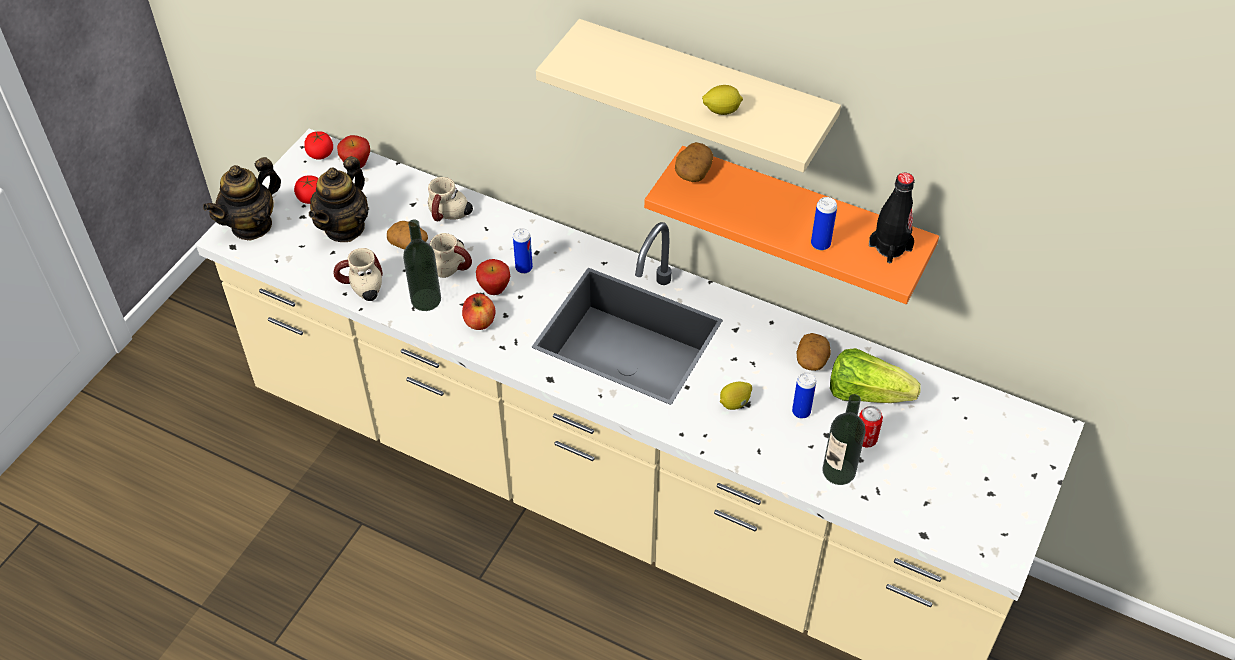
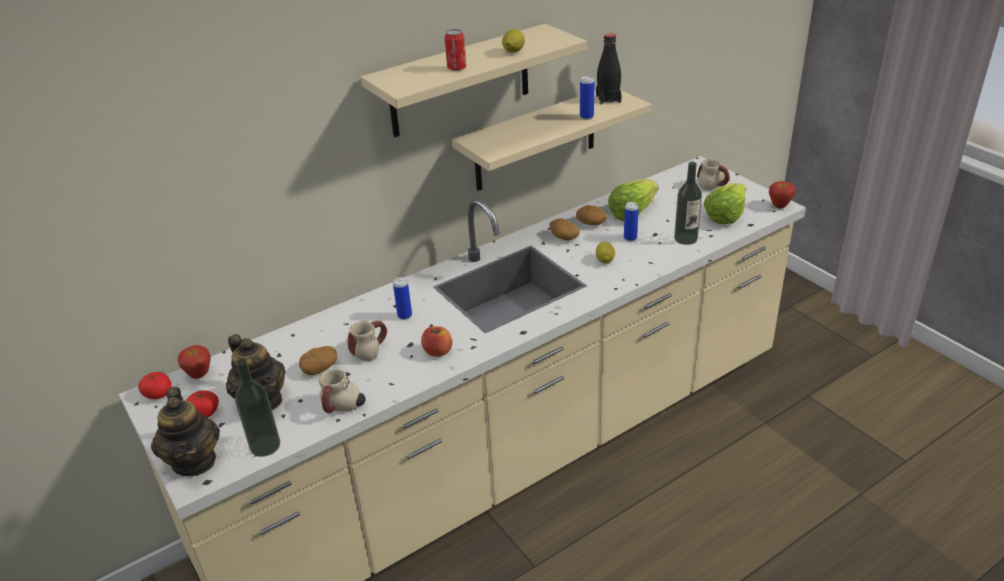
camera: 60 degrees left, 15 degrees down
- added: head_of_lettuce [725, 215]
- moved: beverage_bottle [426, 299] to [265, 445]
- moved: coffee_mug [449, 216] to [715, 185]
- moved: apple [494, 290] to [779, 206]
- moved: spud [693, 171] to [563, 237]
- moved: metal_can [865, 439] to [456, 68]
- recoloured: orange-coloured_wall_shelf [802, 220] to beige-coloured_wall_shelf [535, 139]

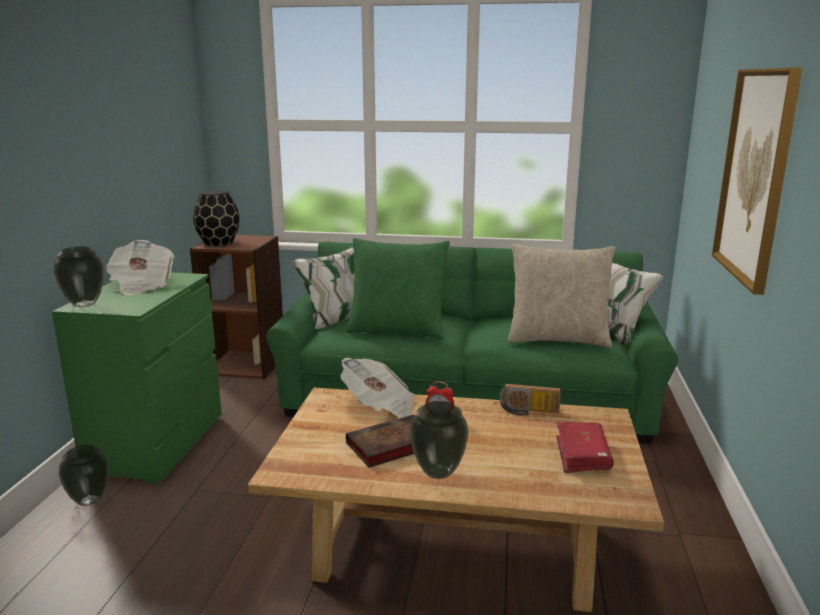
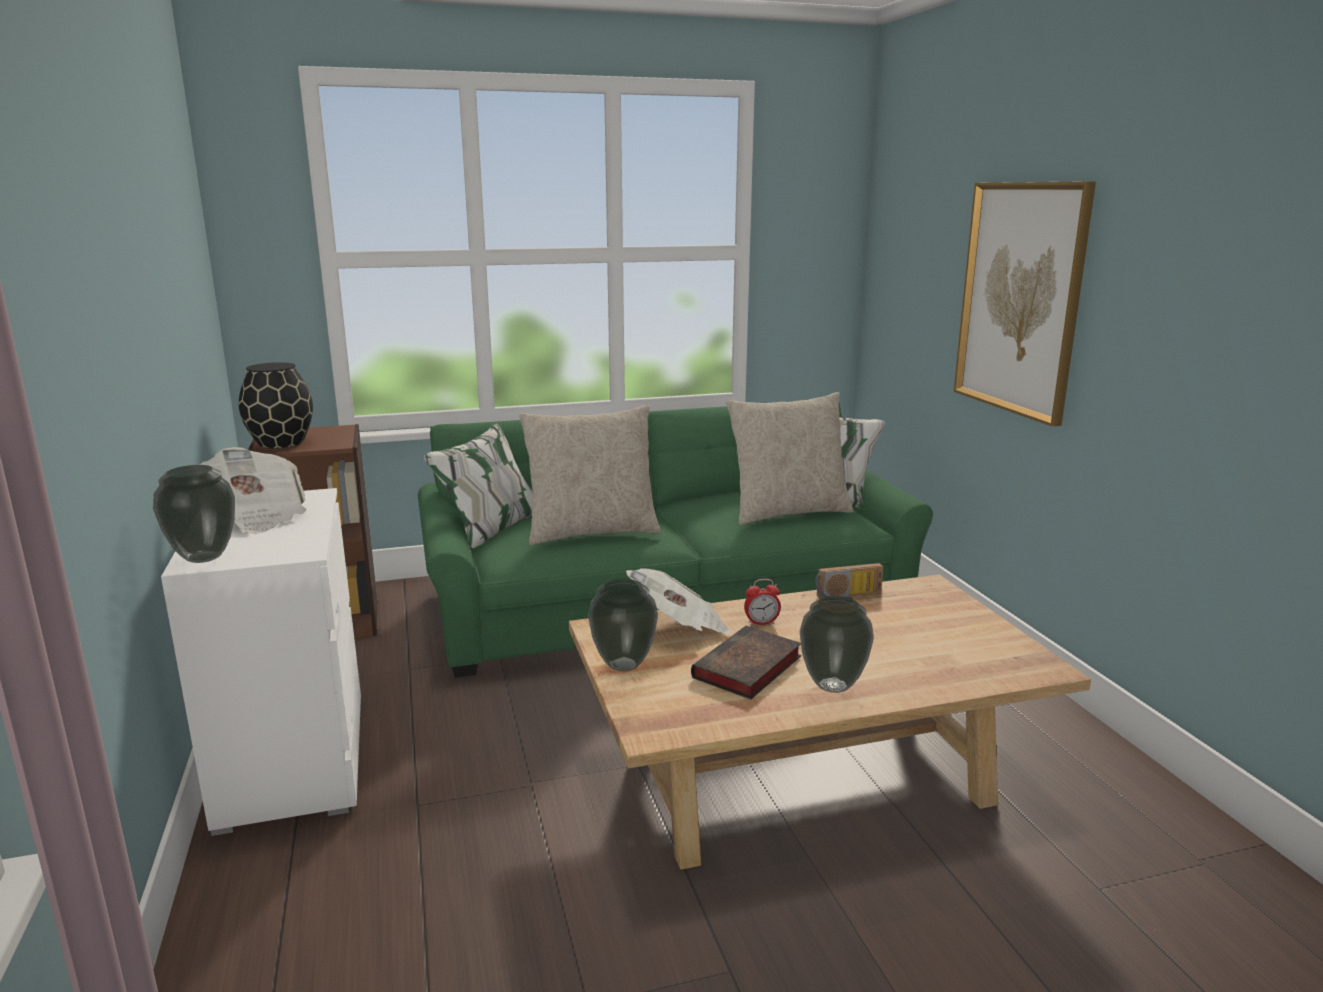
camera: 25 degrees left, 0 degrees up
- removed: red_book [582, 455]
- moved: flower_vase [89, 500] to [622, 664]
- recoloured: green_chest_of_drawers [157, 444] to white-coloured_chest_of_drawers [294, 759]
- recoloured: green_pillow [397, 330] to beige-coloured_pillow [592, 531]

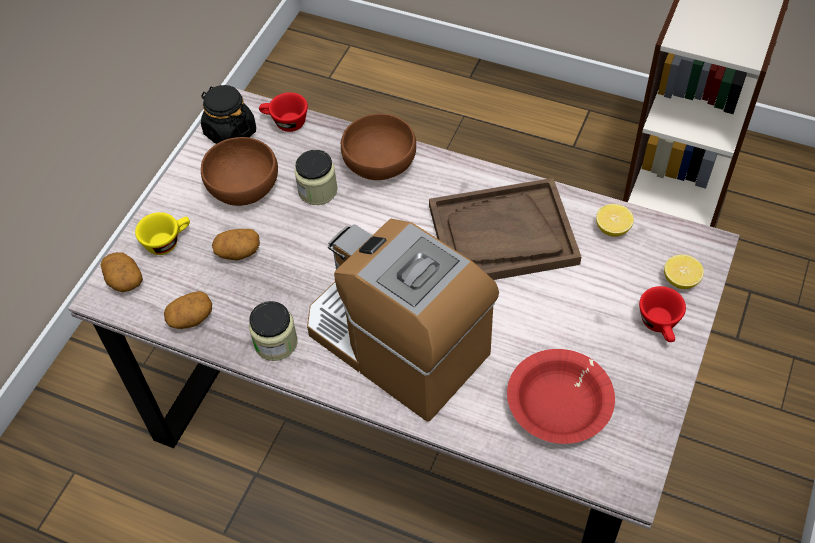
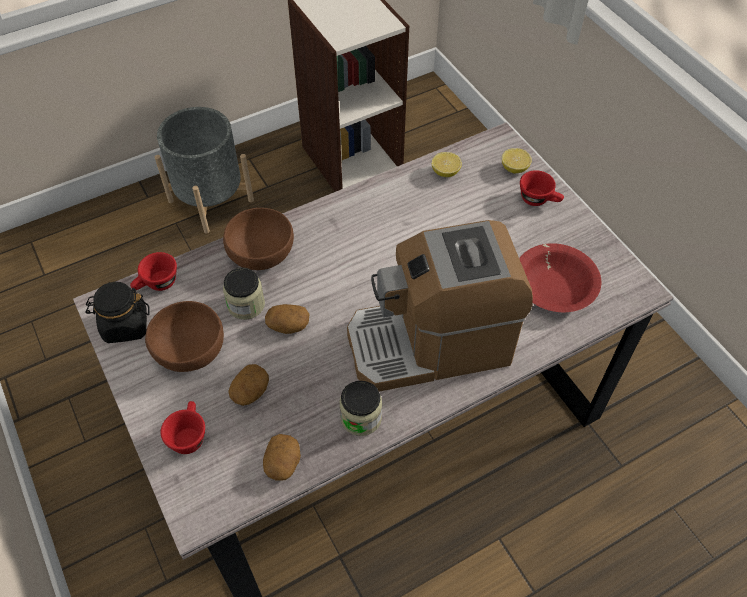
camera: 55 degrees left, 0 degrees up
- removed: brown-coloured_tray [502, 235]
- added: greyish_flower_pot [211, 200]
- moved: spud [123, 279] to [288, 325]
- recoloured: yellow-coloured_drinking_cup [167, 241] to red_drinking_cup [188, 435]

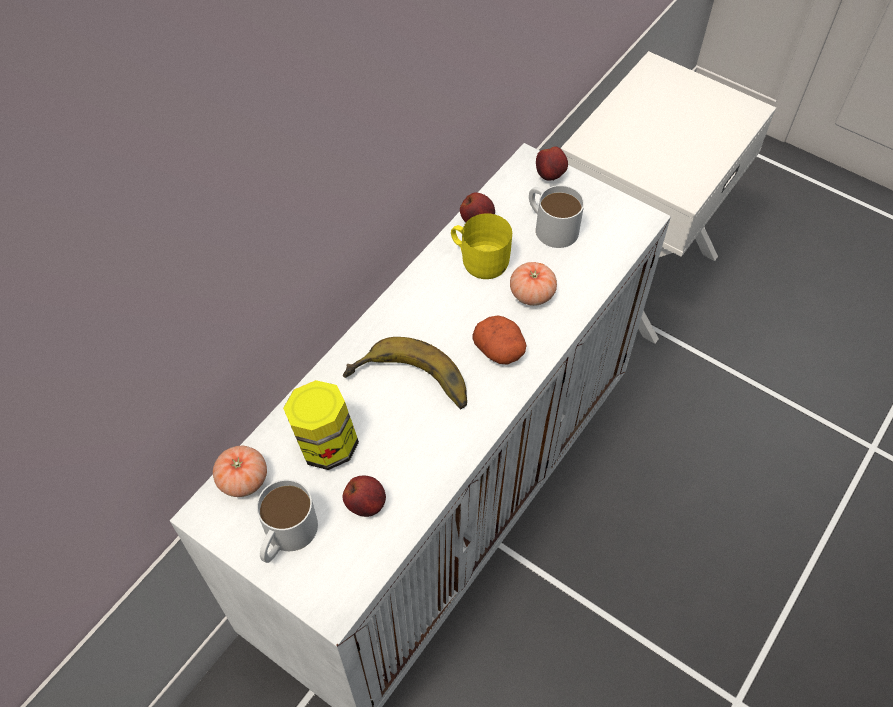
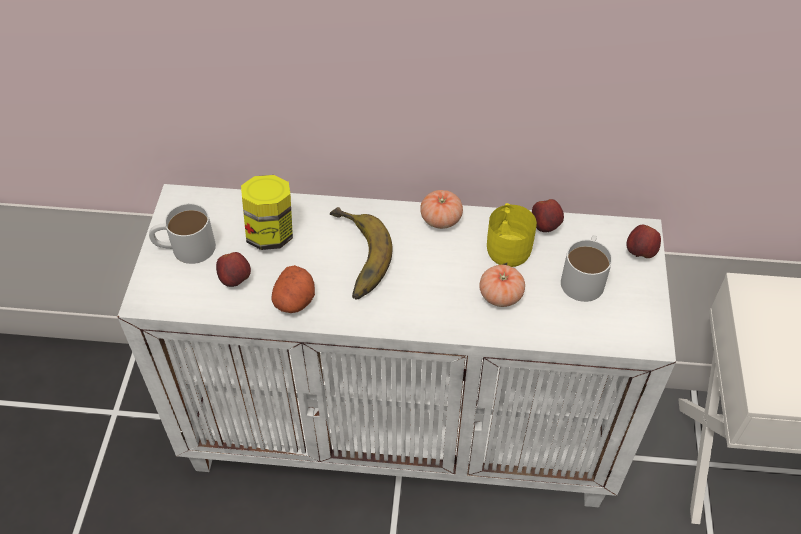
camera: 60 degrees right, 5 degrees down
- moved: tomato [243, 479] to [441, 219]
- moved: spud [500, 349] to [295, 300]

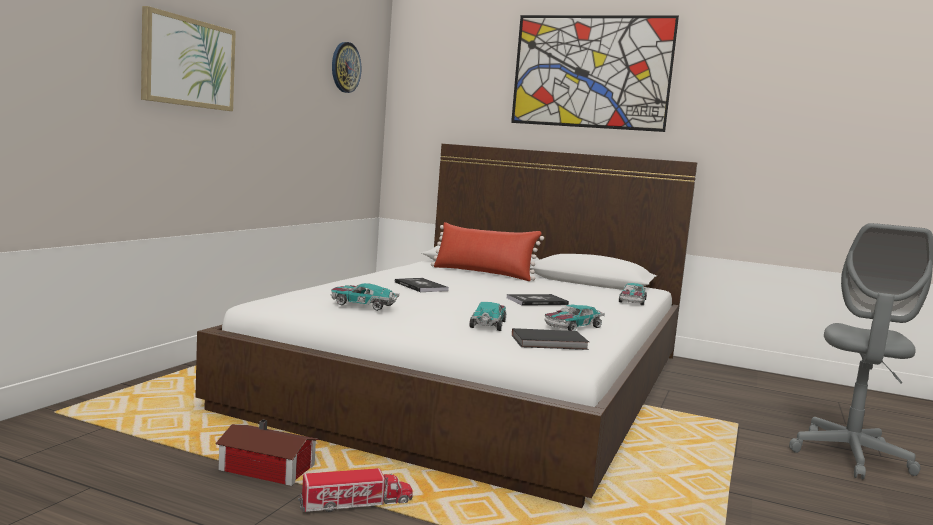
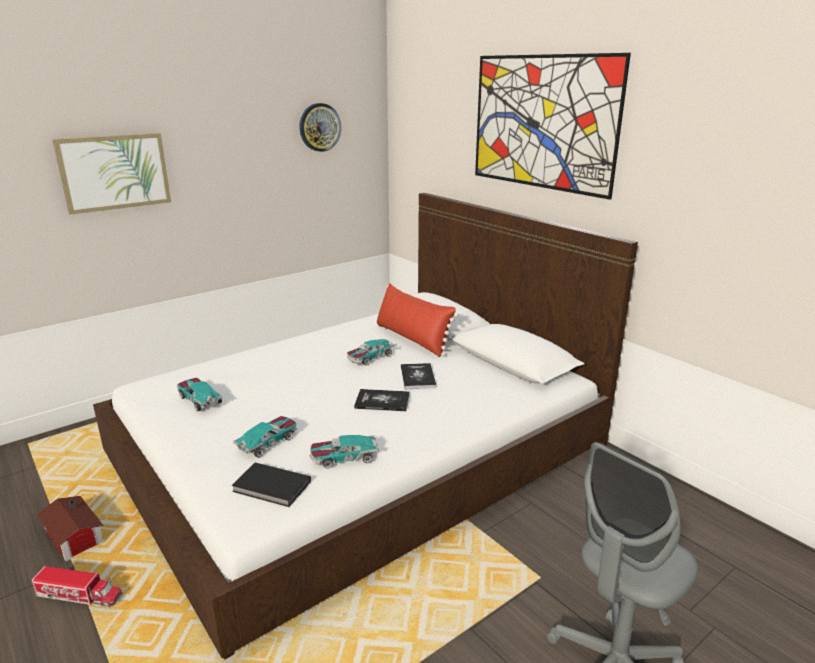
camera: 30 degrees right, 15 degrees up
- moved: book [421, 286] to [417, 377]
- moved: model_car [632, 301] to [370, 357]

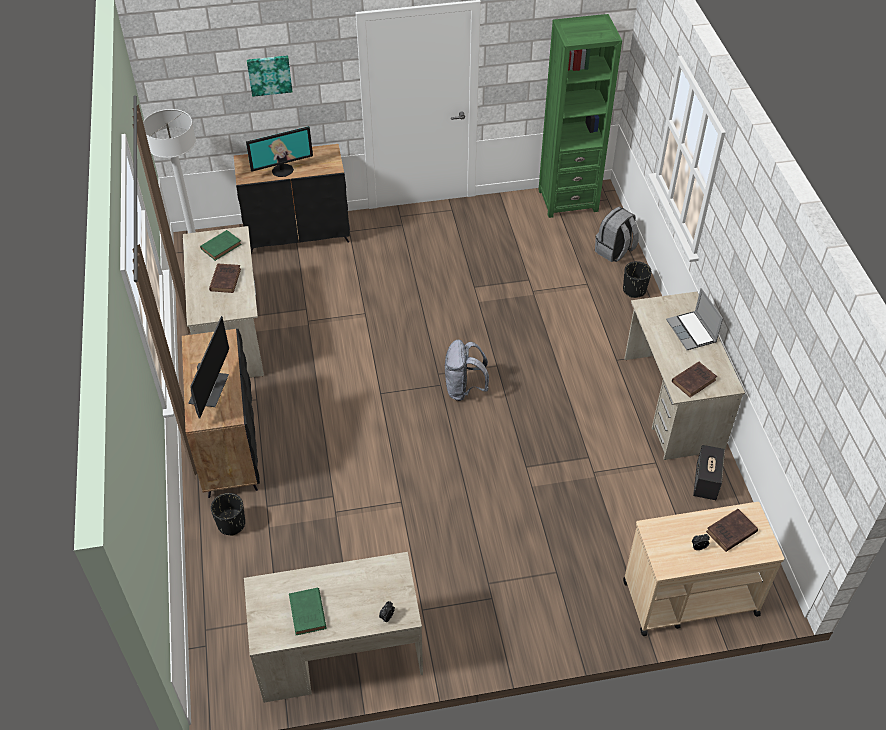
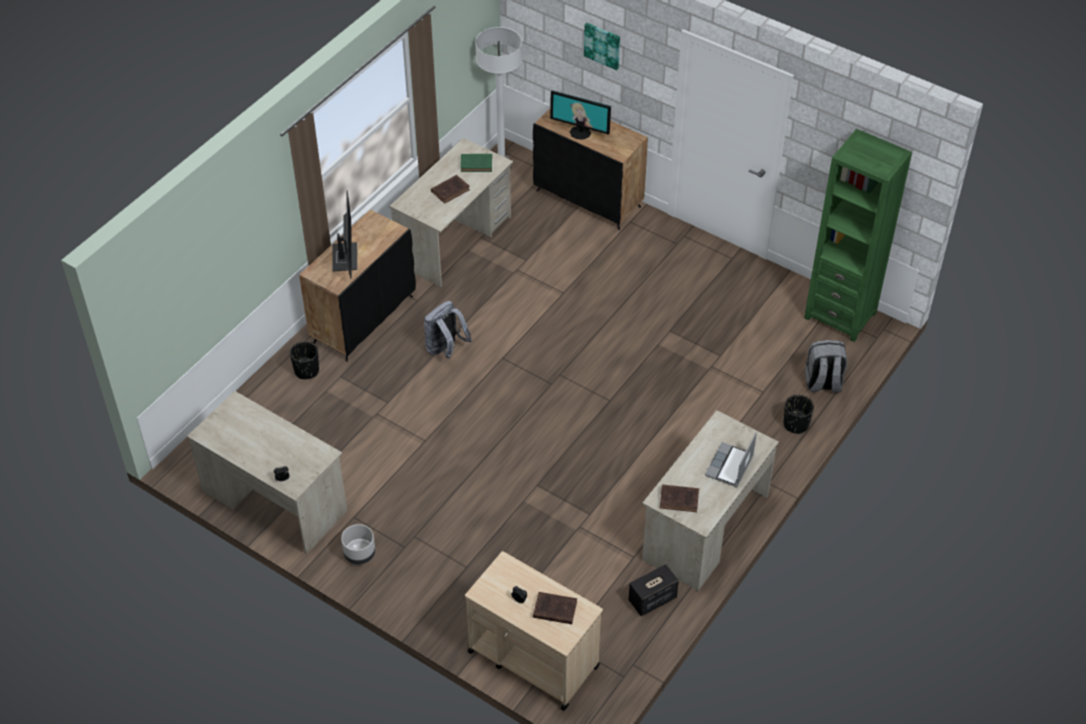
camera: 45 degrees right, 0 degrees up
- removed: green_book [308, 614]
- added: greyish_flower_pot [359, 554]
- moved: greyish_knapsack [464, 389] to [445, 349]
- turned: computer_screen [209, 389] = [344, 257] 60 degrees counterclockwise

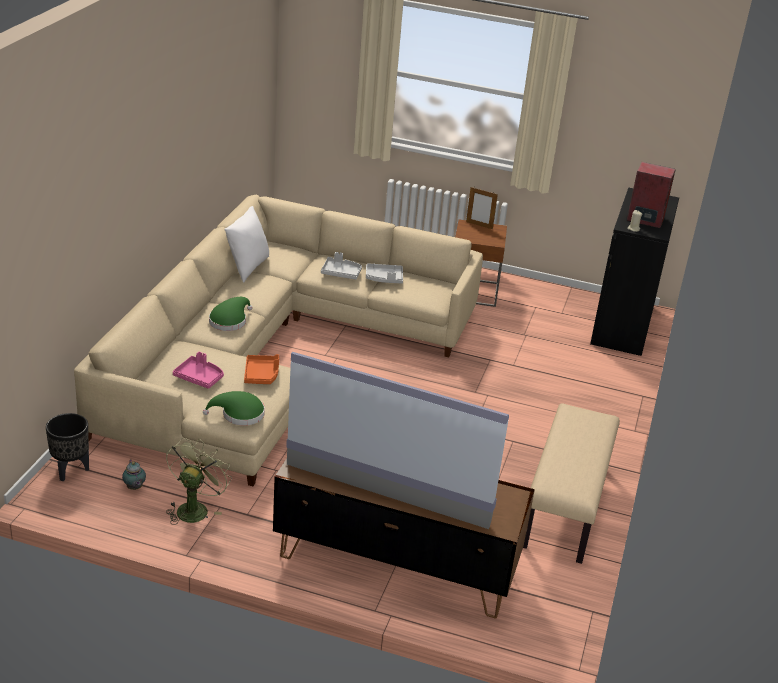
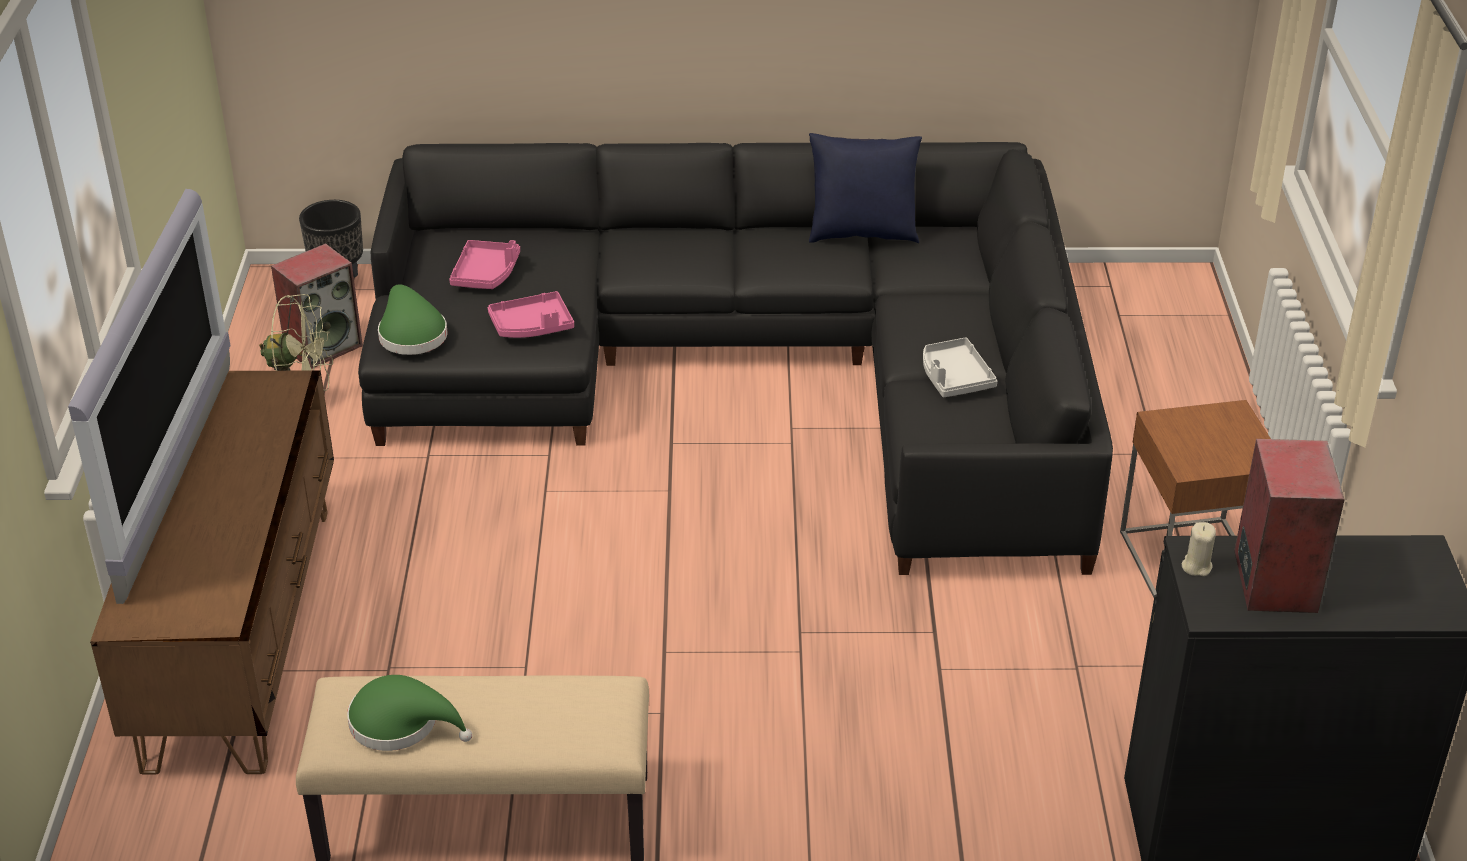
camera: 75 degrees right, 5 degrees up
- removed: greyish_tray [341, 273]
- removed: picture_frame [479, 225]
- moved: green_clothing_hat [229, 321] to [401, 723]
- replaced: teapot [134, 488] to speaker [324, 346]
- recoloured: beige-coloured_couch [270, 352] to black-coloured_couch [755, 370]
- recoloured: white-coloured_pillow [247, 268] to bluish_pillow [862, 234]
- recoloured: orange-coloured_tray [261, 375] to pinkish_tray [532, 326]

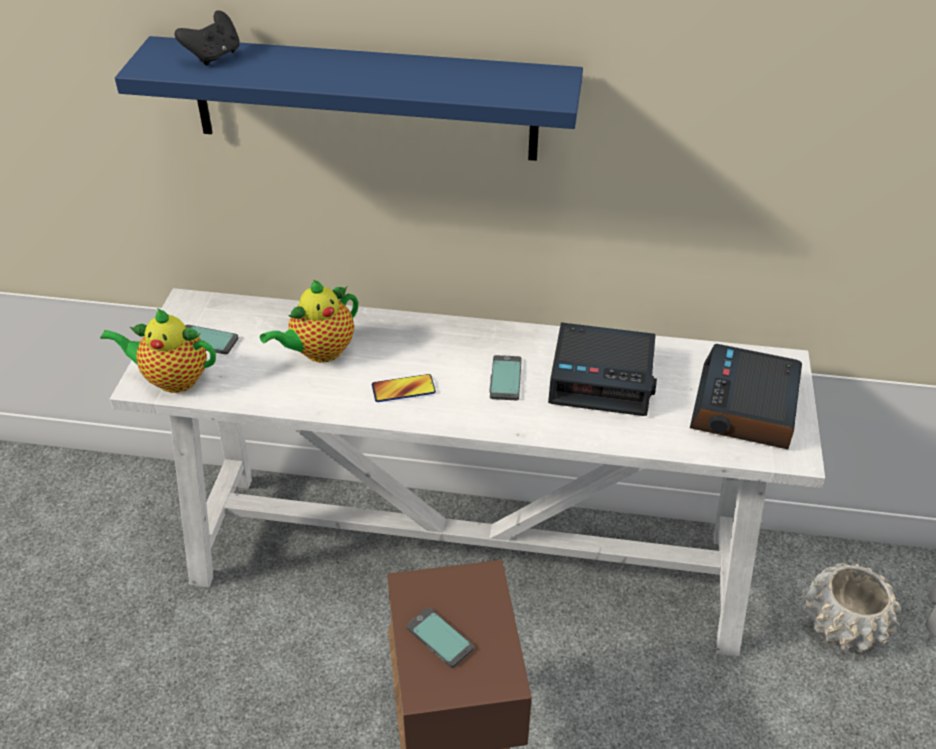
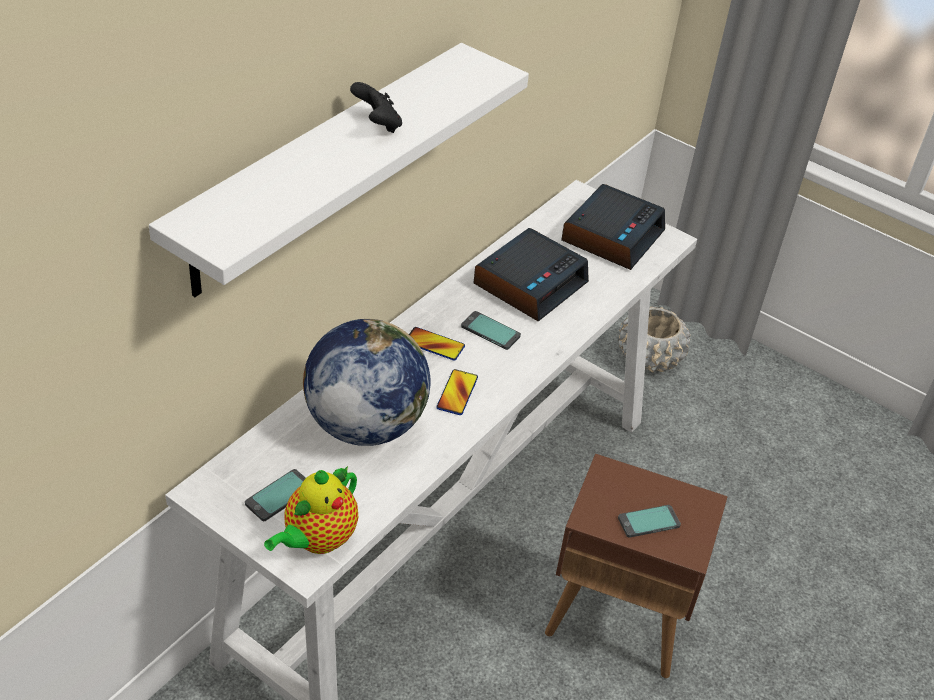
camera: 65 degrees left, 0 degrees up
- added: telephone [434, 345]
- moved: black-coloured_gamepad [214, 56] to [377, 125]
- replaced: teapot [319, 352] to globe [364, 425]
- recoloured: bluish_wall_shelf [364, 99] to white-coloured_wall_shelf [322, 168]
- turned: alarm_clock [745, 408] = [612, 235] 105 degrees counterclockwise

